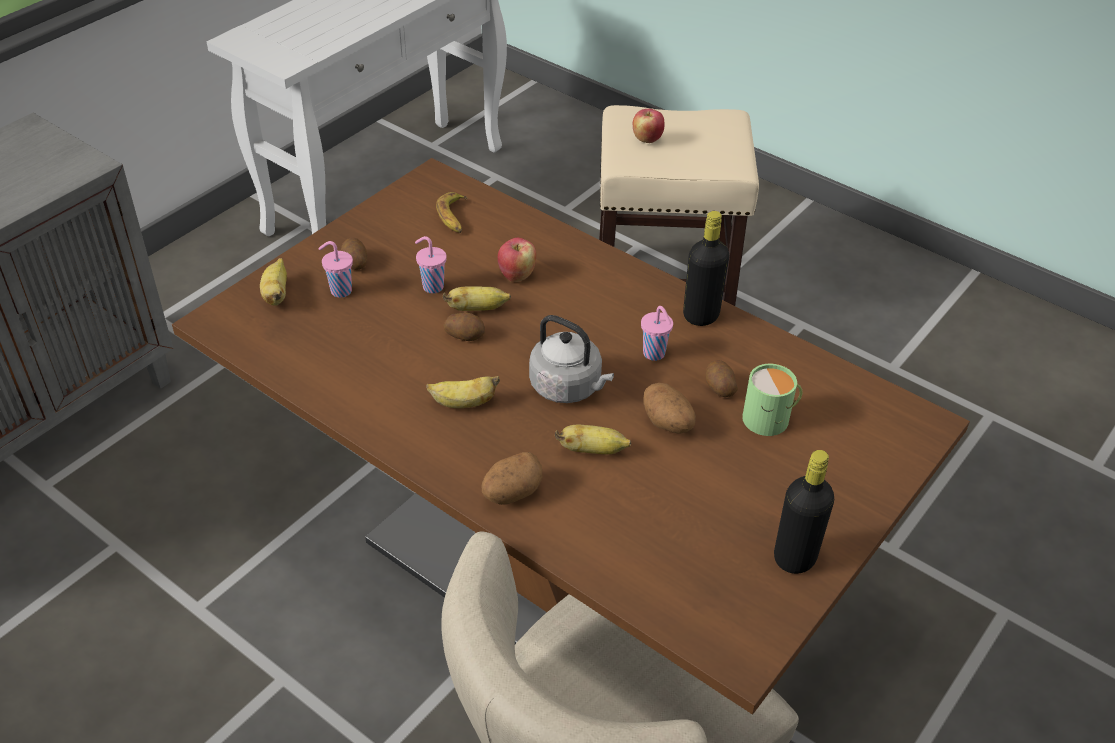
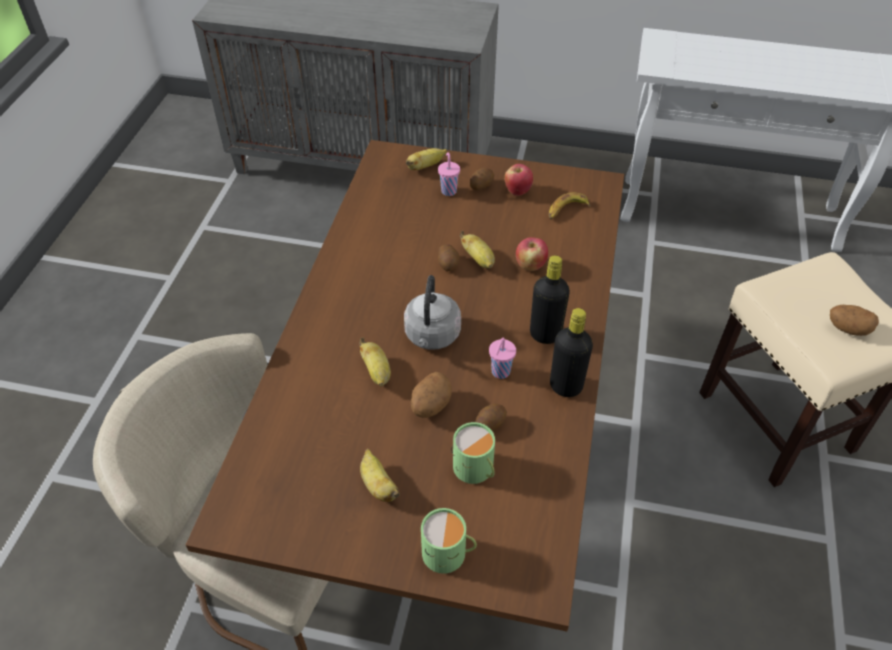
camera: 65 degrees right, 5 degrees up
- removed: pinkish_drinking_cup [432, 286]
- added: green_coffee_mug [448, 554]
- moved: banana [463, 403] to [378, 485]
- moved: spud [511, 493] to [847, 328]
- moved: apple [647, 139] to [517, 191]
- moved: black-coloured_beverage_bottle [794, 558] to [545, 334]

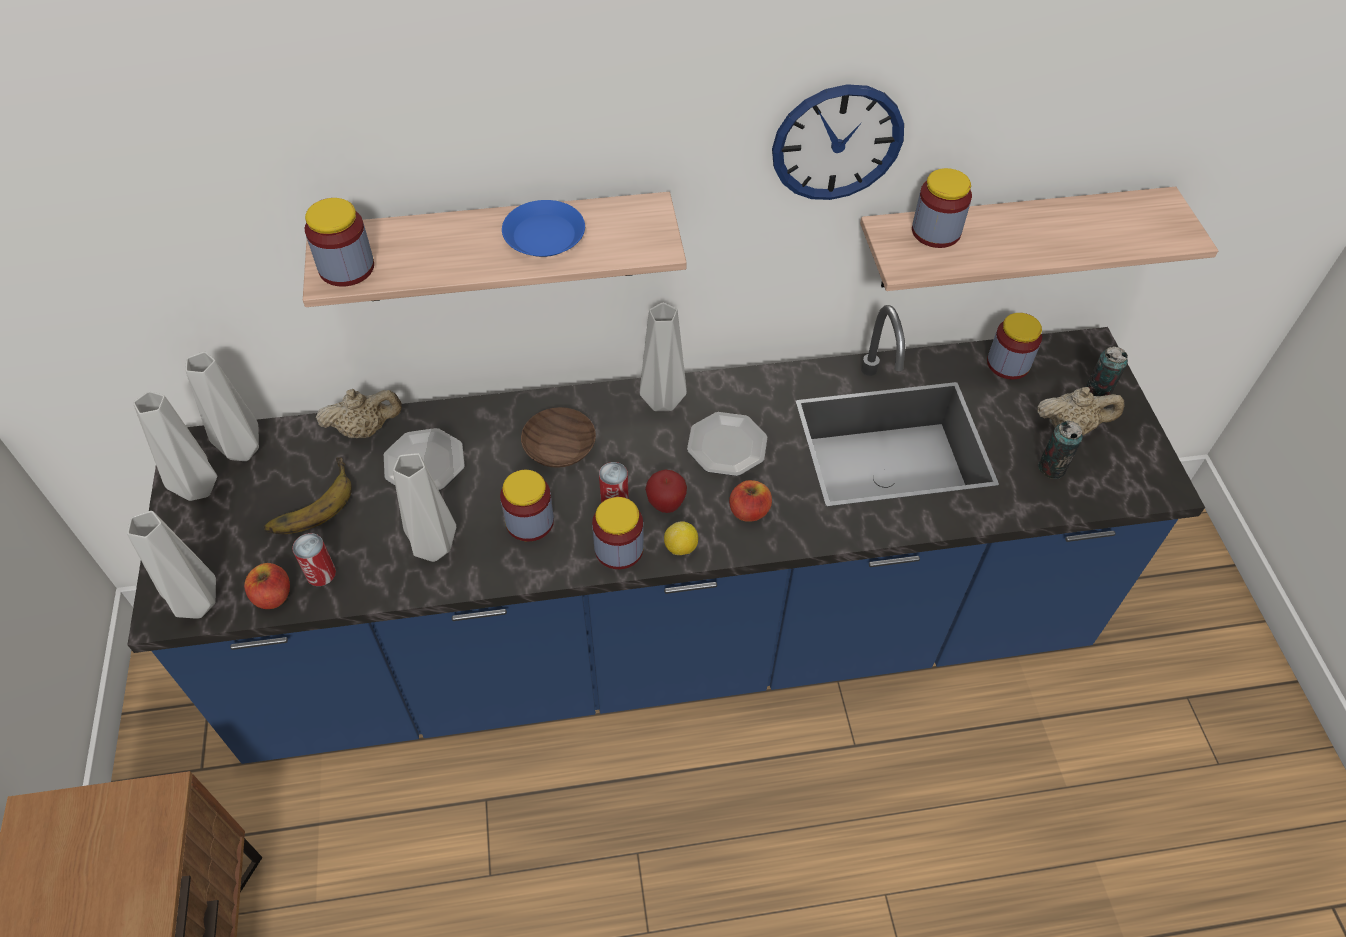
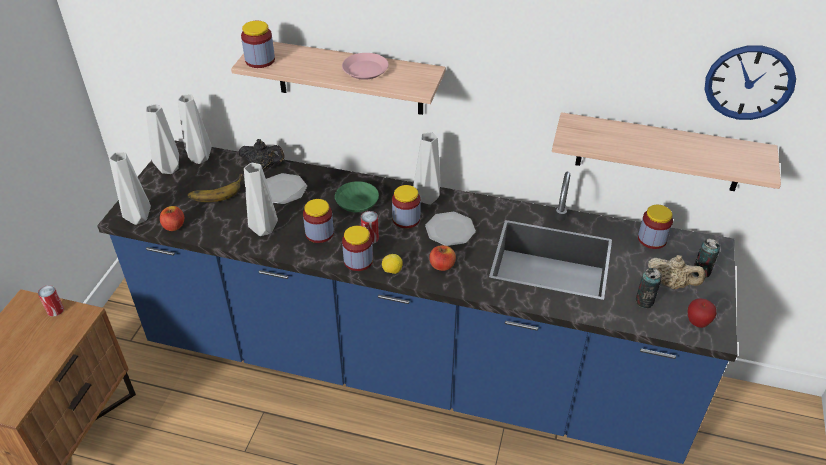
camera: 25 degrees right, 10 degrees down
- moved: metal_can [321, 573] to [55, 310]
- moved: apple [666, 504] to [697, 323]
- moved: hanging_clock [837, 143] to [749, 82]
- moved: jar [936, 232] to [406, 219]
- recoloured: beige-coloured_teapot [365, 429] to black-coloured_teapot [263, 166]
- recoloured: bluish_dinner_plate [543, 235] to pinkish_dinner_plate [365, 70]
- recoloured: brown-coloured_bowl [557, 447] to green_bowl [356, 203]

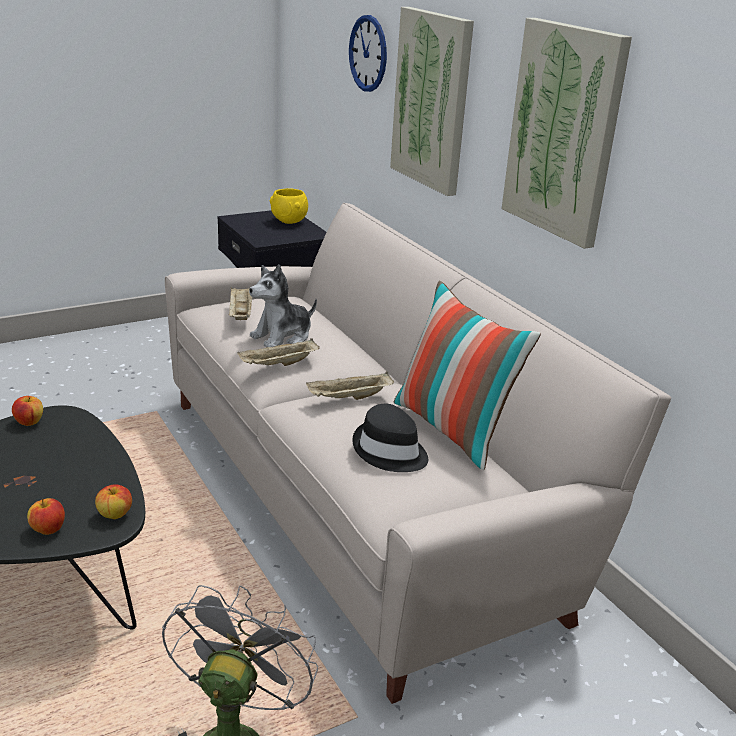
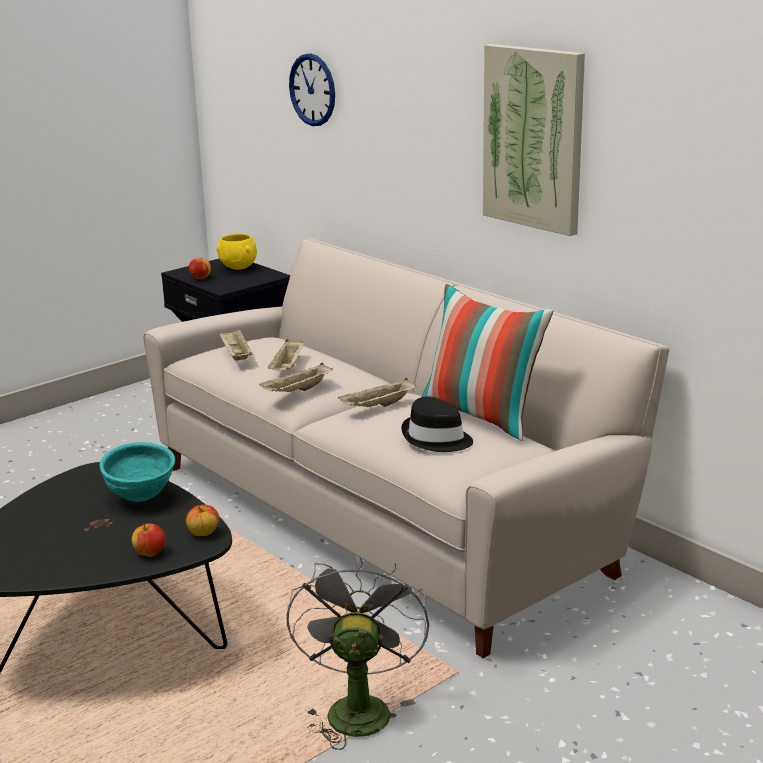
camera: 10 degrees left, 5 degrees down
- removed: wall_art [432, 100]
- added: turquoise-coloured_bowl [140, 498]
- moved: apple [29, 422] to [200, 278]
- replaced: cuddly_toy [282, 336] to beige-coloured_tray [288, 368]

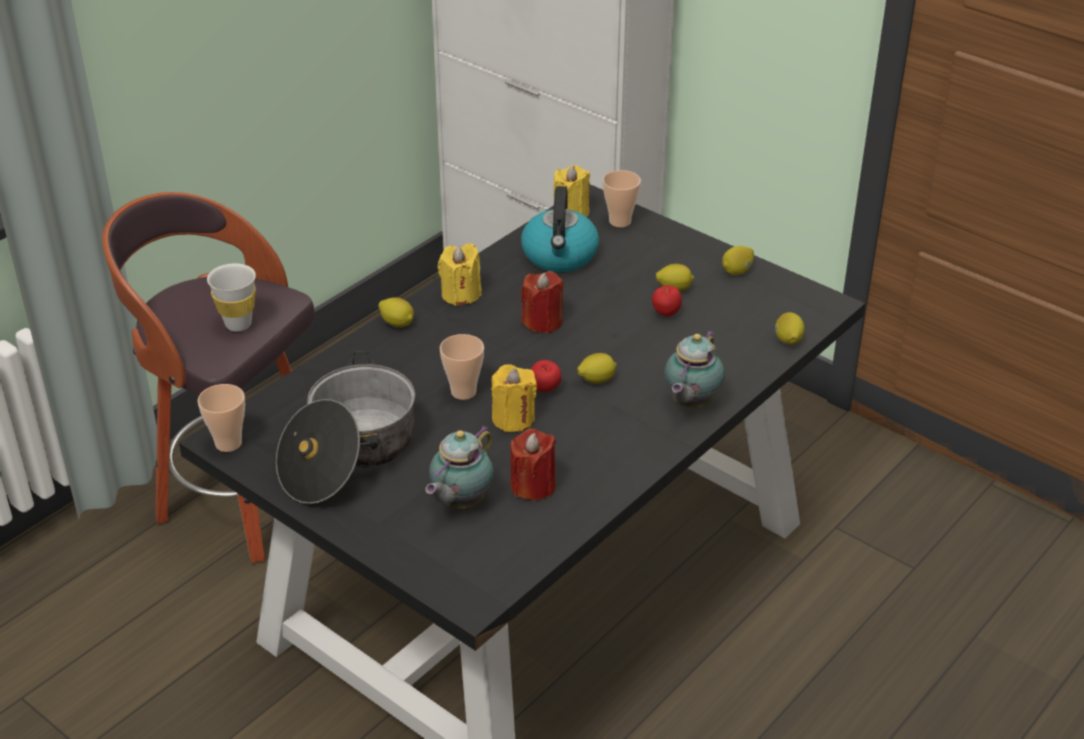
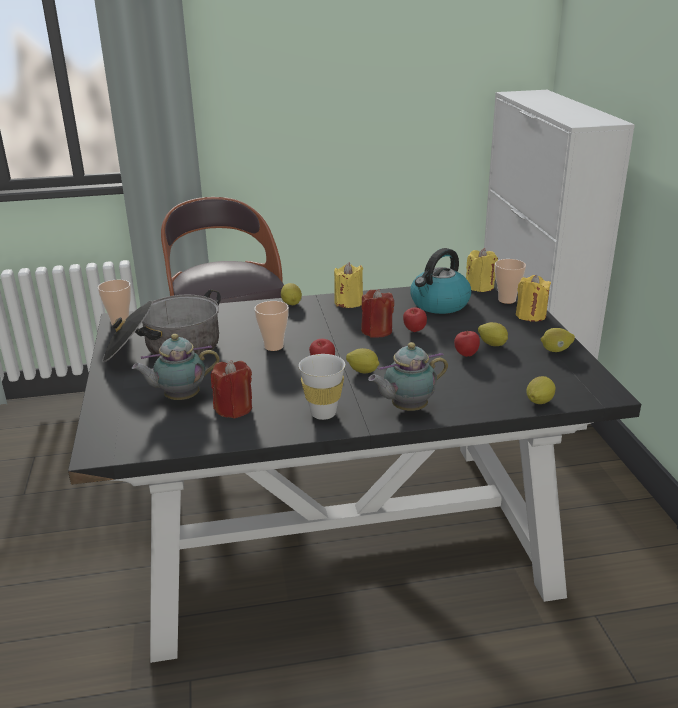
camera: 40 degrees right, 10 degrees down
- added: apple [414, 331]
- moved: white-coloured_drinking_cup [238, 324] to [323, 413]
- moved: yellow-coloured_wax_light [513, 418] to [530, 315]

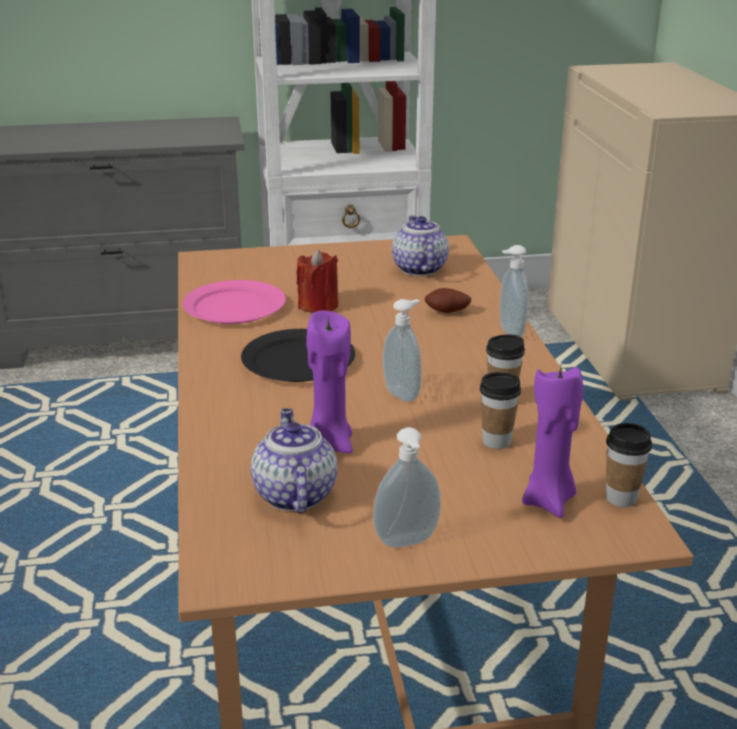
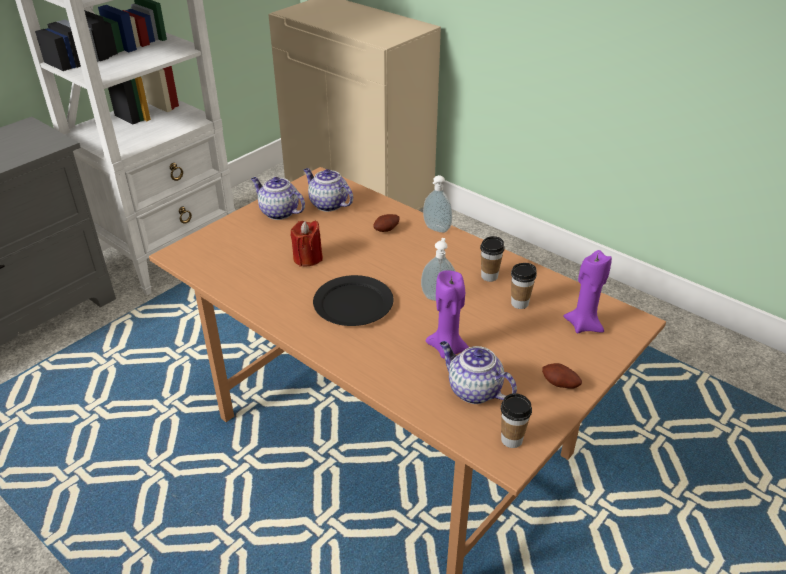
camera: 40 degrees left, 10 degrees up
- removed: pinkish_dinner_plate [235, 307]
- added: teapot [278, 212]
- moved: drinking_cup [621, 498] to [511, 439]
- replaced: soap_bottle [407, 542] to spud [559, 385]

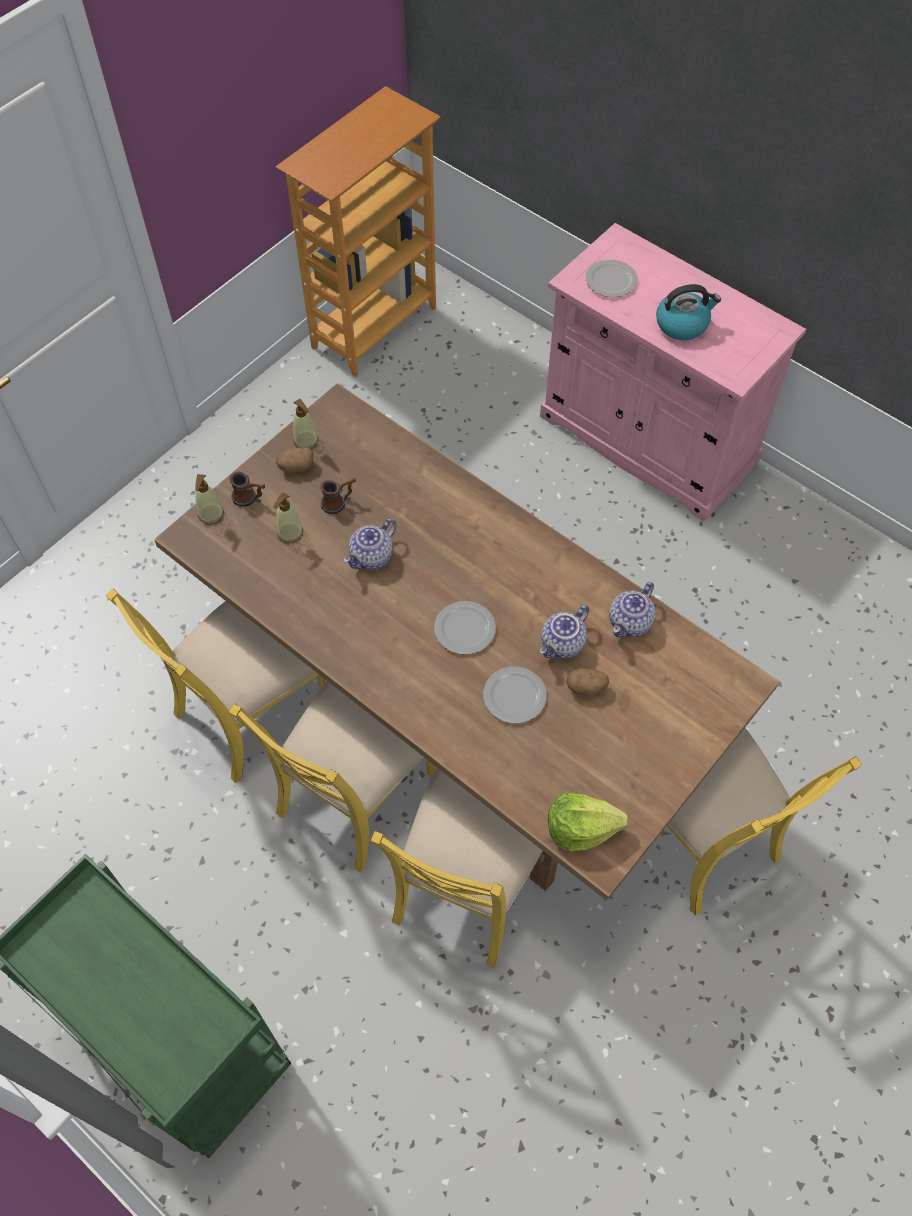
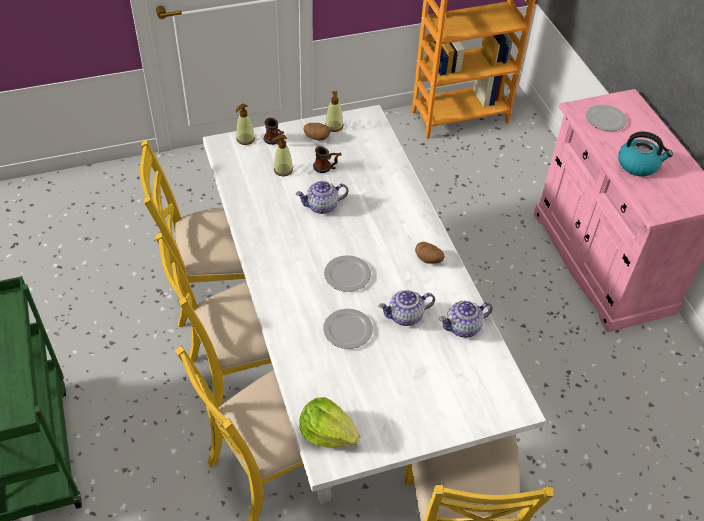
camera: 30 degrees right, 10 degrees down
- moved: spud [586, 687] to [429, 259]
- recoloured: brown-coloured_dinner_table [458, 706] to white-coloured_dinner_table [348, 357]

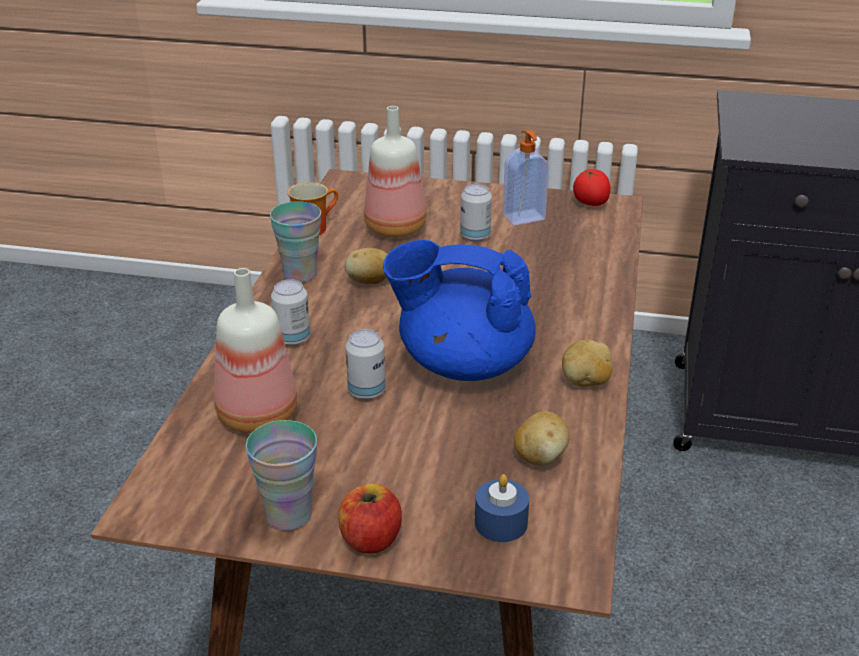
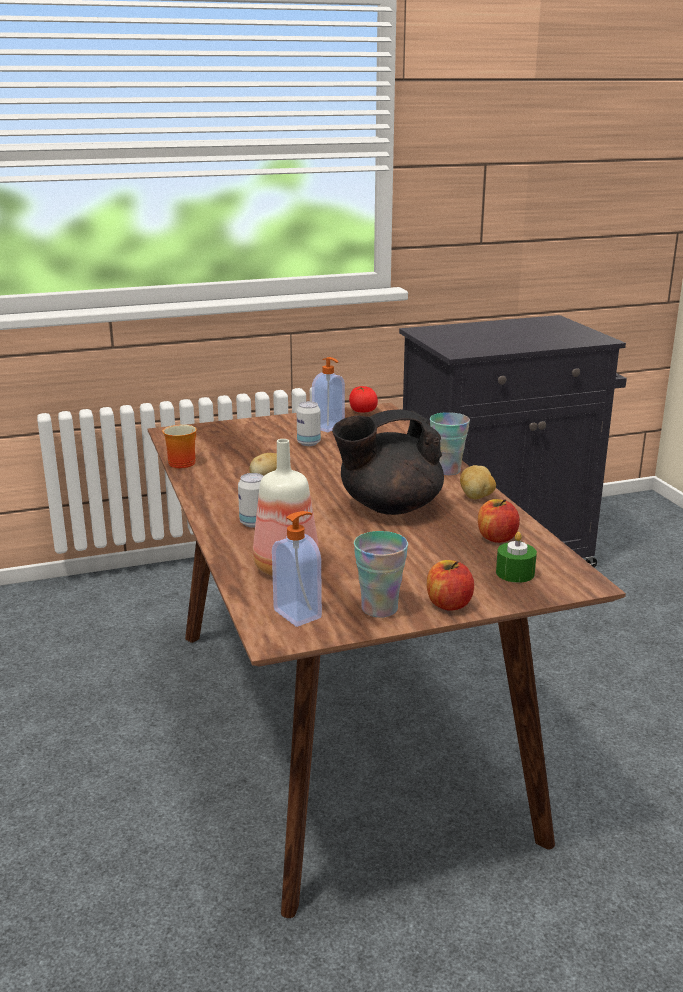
camera: 30 degrees left, 10 degrees down
- removed: metal_can [366, 391]
- removed: beverage_bottle [397, 227]
- added: soap_bottle [299, 613]
- moved: drinking_cup [300, 274] to [447, 470]
- replaced: spud [540, 457] to apple [496, 537]
- recoloured: bluish_teapot [462, 363] to black-coloured_teapot [388, 507]
- recoloured: bluish_wax_light [501, 523] to green_wax_light [515, 573]

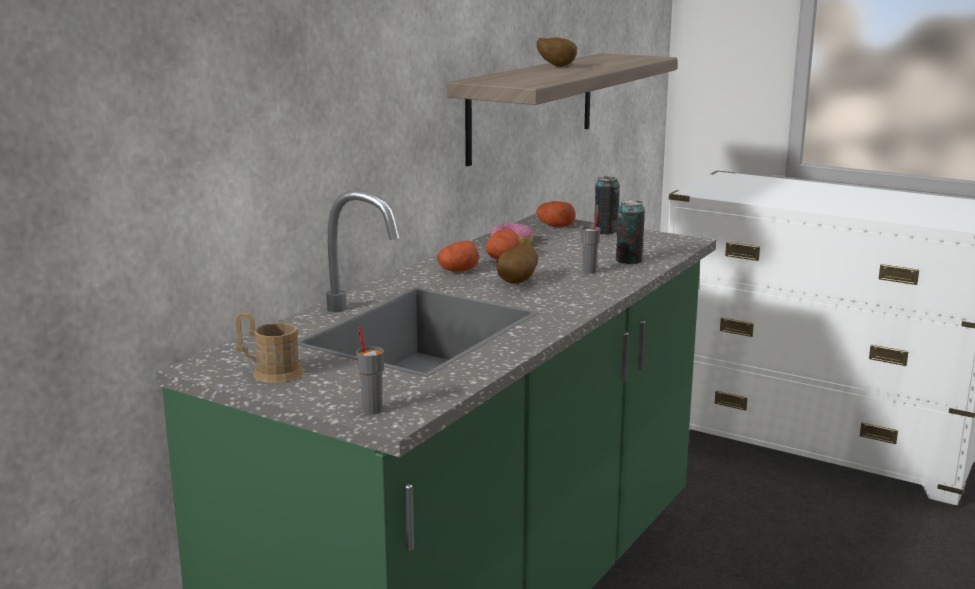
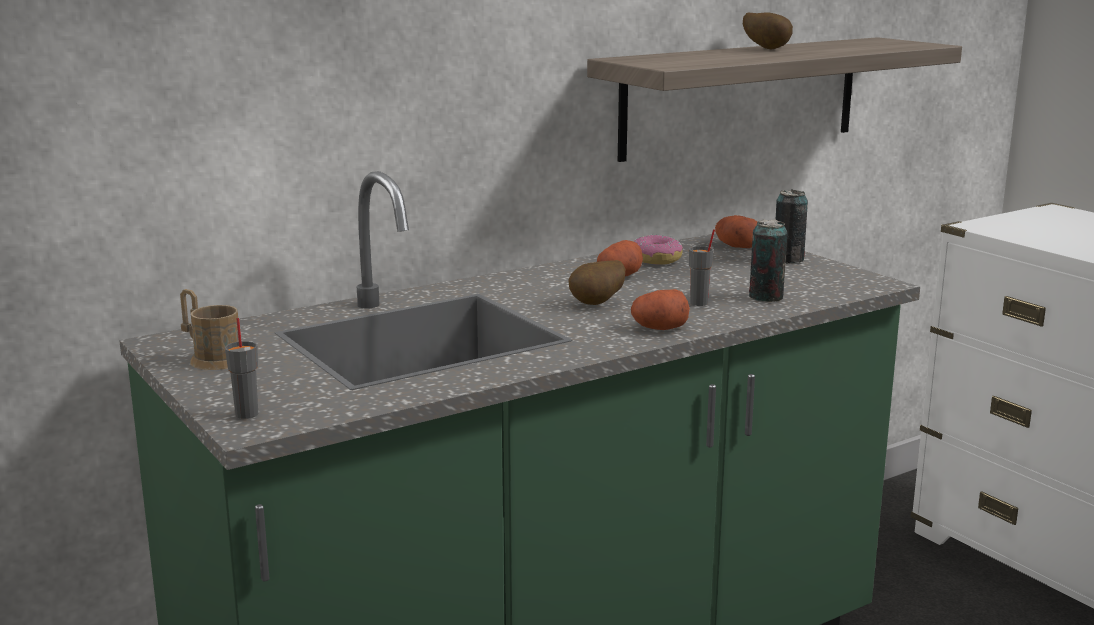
camera: 25 degrees right, 0 degrees up
- moved: spud [458, 270] to [659, 328]

